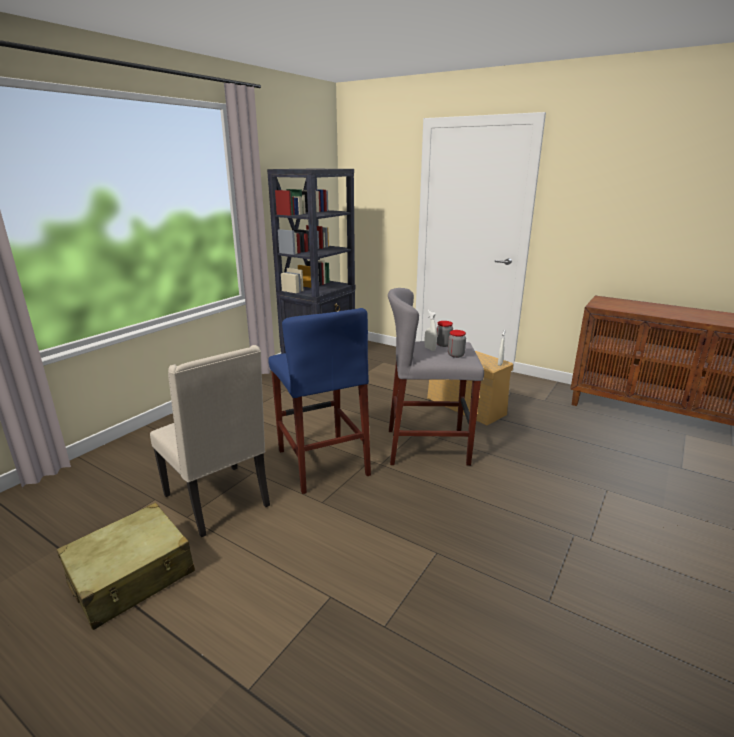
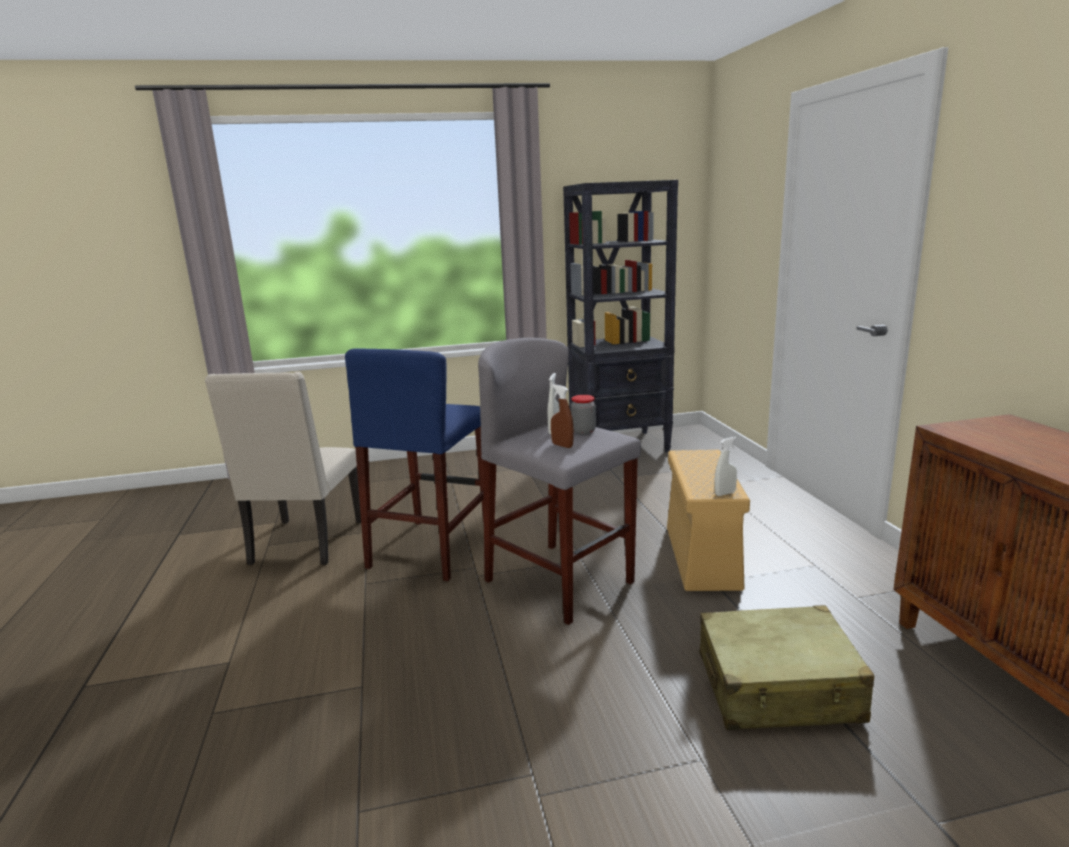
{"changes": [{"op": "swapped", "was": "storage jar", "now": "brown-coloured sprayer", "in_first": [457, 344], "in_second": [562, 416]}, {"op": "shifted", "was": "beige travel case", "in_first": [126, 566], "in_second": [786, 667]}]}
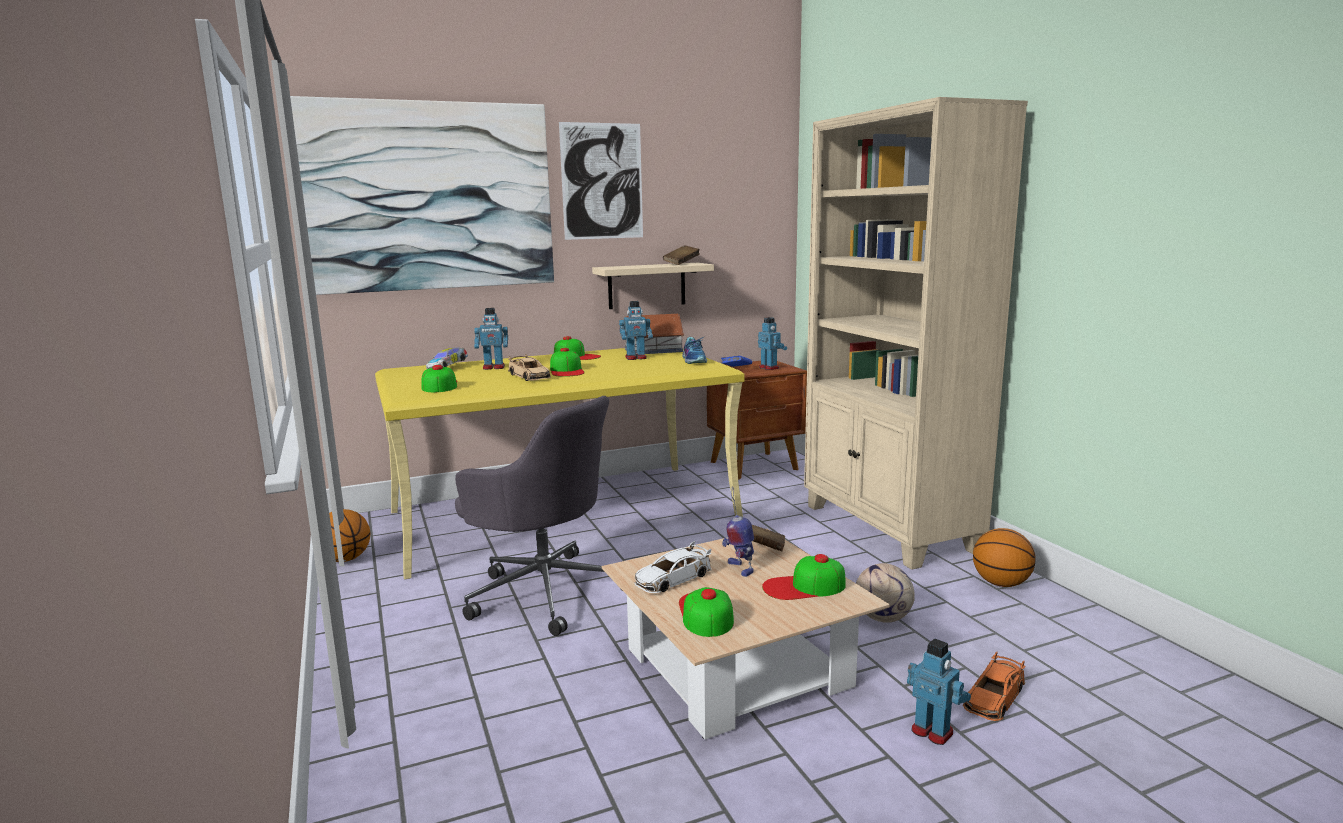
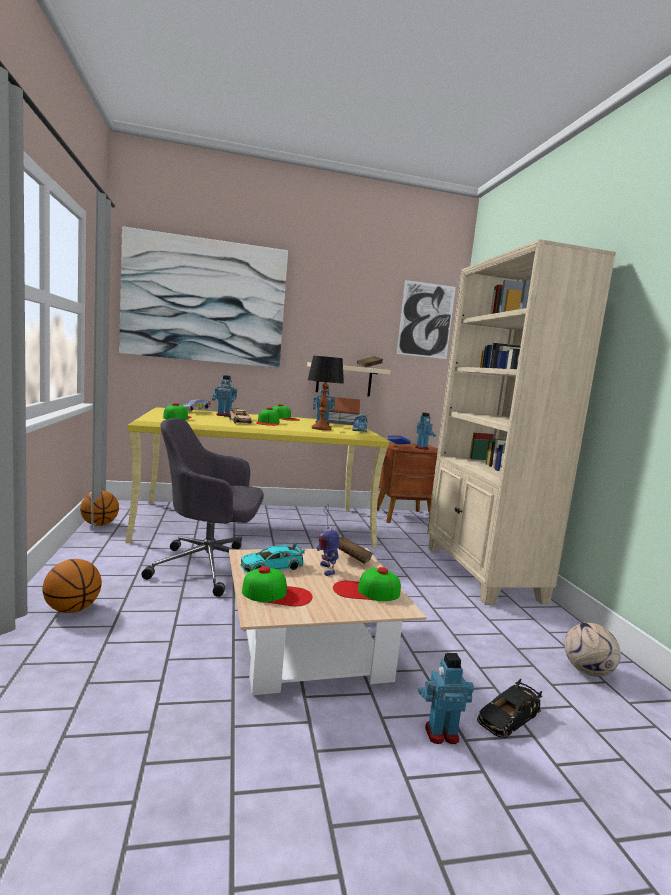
{"changes": [{"op": "shifted", "was": "wall art", "in_first": [601, 181], "in_second": [426, 319]}, {"op": "rotated", "was": "grey desk chair", "in_first": [538, 516], "in_second": [202, 507], "clockwise": 135}, {"op": "shifted", "was": "ball for basketball", "in_first": [1004, 557], "in_second": [72, 586]}, {"op": "repainted", "was": "white model car", "now": "blue-green model car", "in_first": [673, 567], "in_second": [272, 558]}, {"op": "shifted", "was": "ball for football", "in_first": [885, 593], "in_second": [592, 650]}, {"op": "rotated", "was": "peaked cap", "in_first": [706, 612], "in_second": [277, 586], "clockwise": 90}, {"op": "rotated", "was": "model robot", "in_first": [939, 691], "in_second": [446, 698], "clockwise": -60}, {"op": "repainted", "was": "orangey model car", "now": "blackish model car", "in_first": [994, 686], "in_second": [509, 708]}, {"op": "new", "now": "tabletop lamp", "in_second": [326, 393]}]}
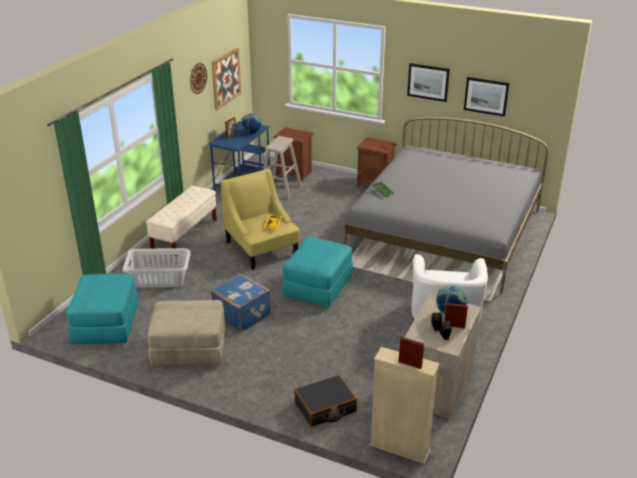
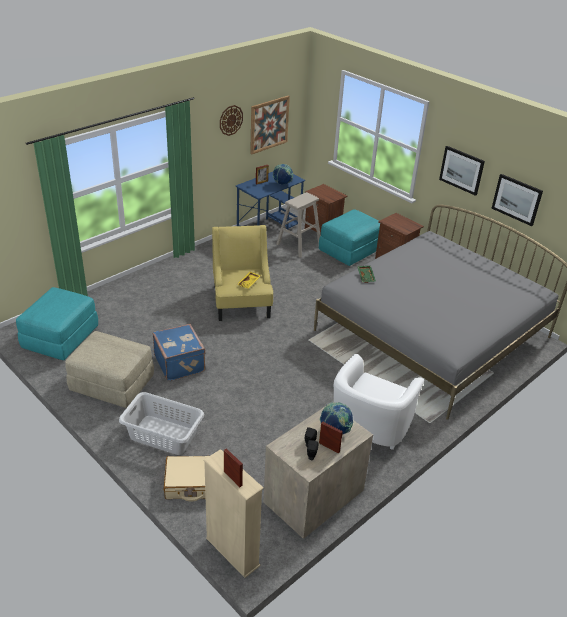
{"changes": [{"op": "gone", "was": "beige indoor bench", "in_first": [181, 221]}, {"op": "shifted", "was": "blue-green footrest", "in_first": [317, 272], "in_second": [349, 237]}, {"op": "shifted", "was": "grey washing basket", "in_first": [157, 268], "in_second": [161, 423]}, {"op": "repainted", "was": "blackish travel case", "now": "beige travel case", "in_first": [325, 401], "in_second": [186, 478]}]}
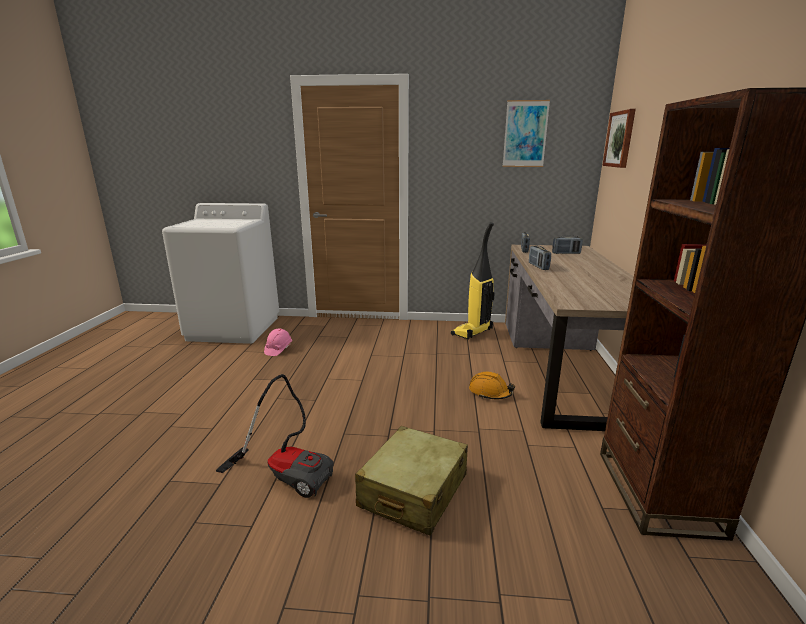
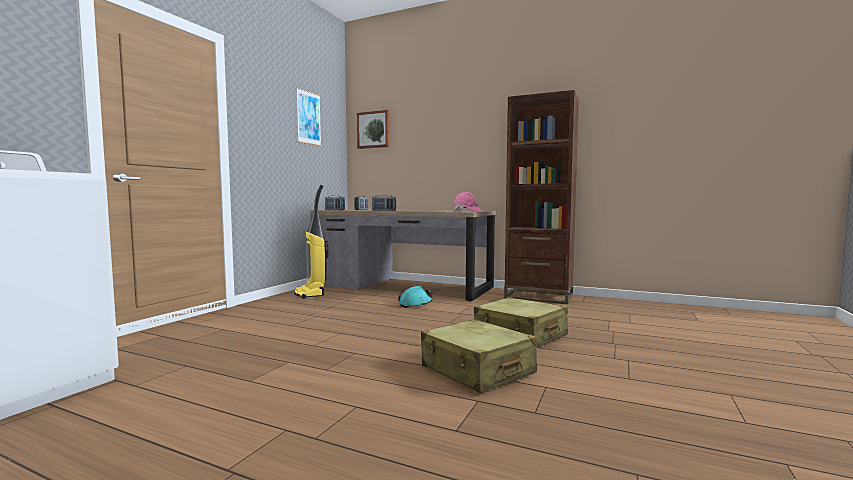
{"changes": [{"op": "shifted", "was": "pink-coloured safety helmet", "in_first": [278, 342], "in_second": [467, 201]}, {"op": "repainted", "was": "orangey safety helmet", "now": "blue-green safety helmet", "in_first": [492, 385], "in_second": [415, 297]}, {"op": "swapped", "was": "hoover", "now": "beige travel case", "in_first": [275, 436], "in_second": [479, 356]}]}
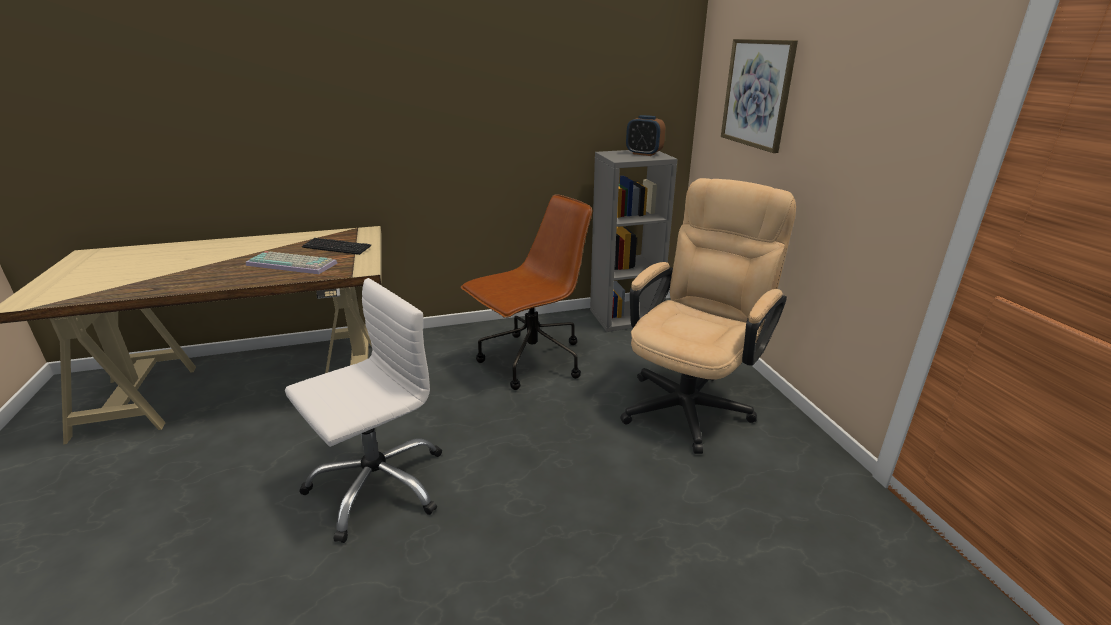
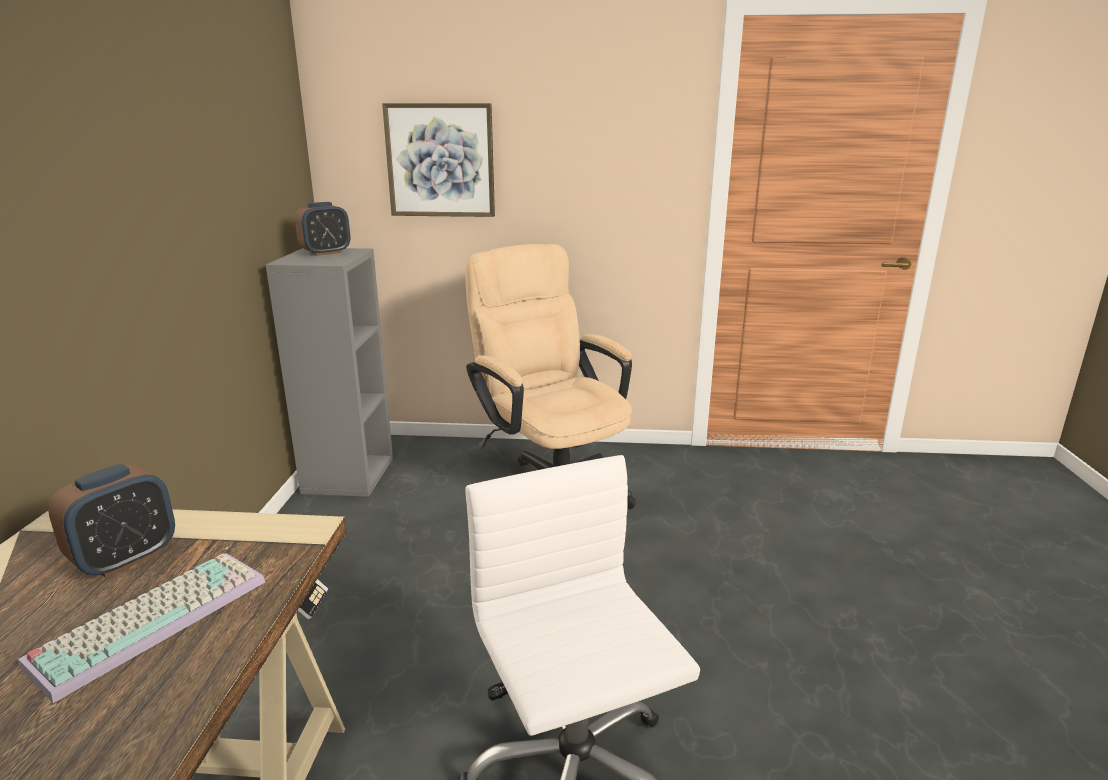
{"changes": [{"op": "gone", "was": "brown-coloured desk chair", "in_first": [526, 292]}, {"op": "swapped", "was": "keyboard", "now": "table clock", "in_first": [336, 246], "in_second": [111, 521]}]}
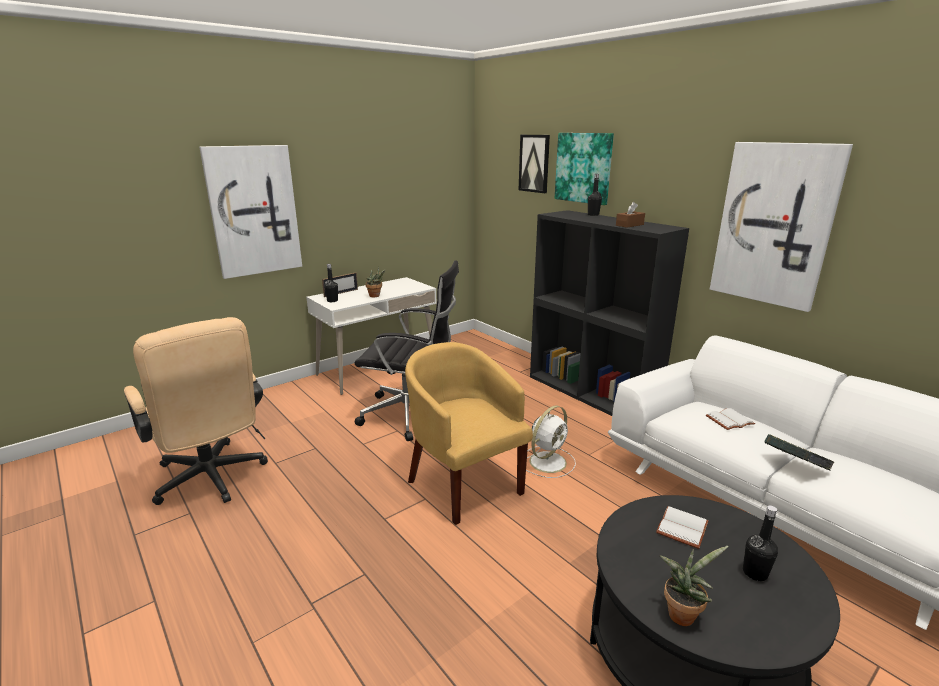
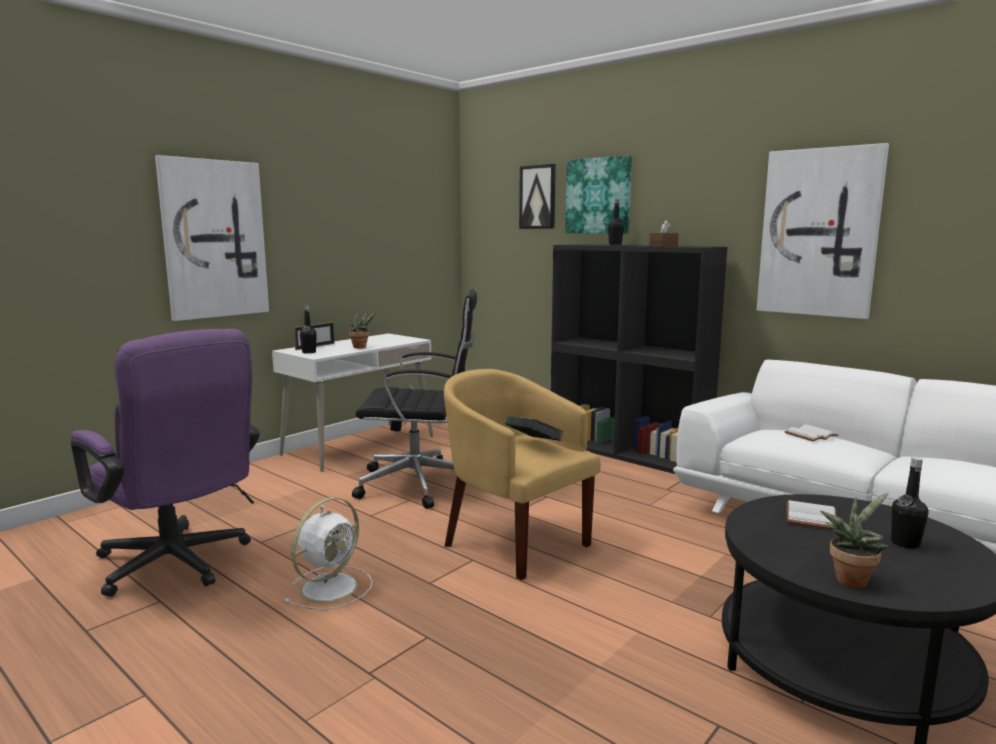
{"changes": [{"op": "repainted", "was": "beige desk chair", "now": "purplish desk chair", "in_first": [196, 411], "in_second": [165, 463]}, {"op": "shifted", "was": "white cooling fan", "in_first": [551, 442], "in_second": [328, 553]}, {"op": "shifted", "was": "volume", "in_first": [799, 452], "in_second": [534, 428]}]}
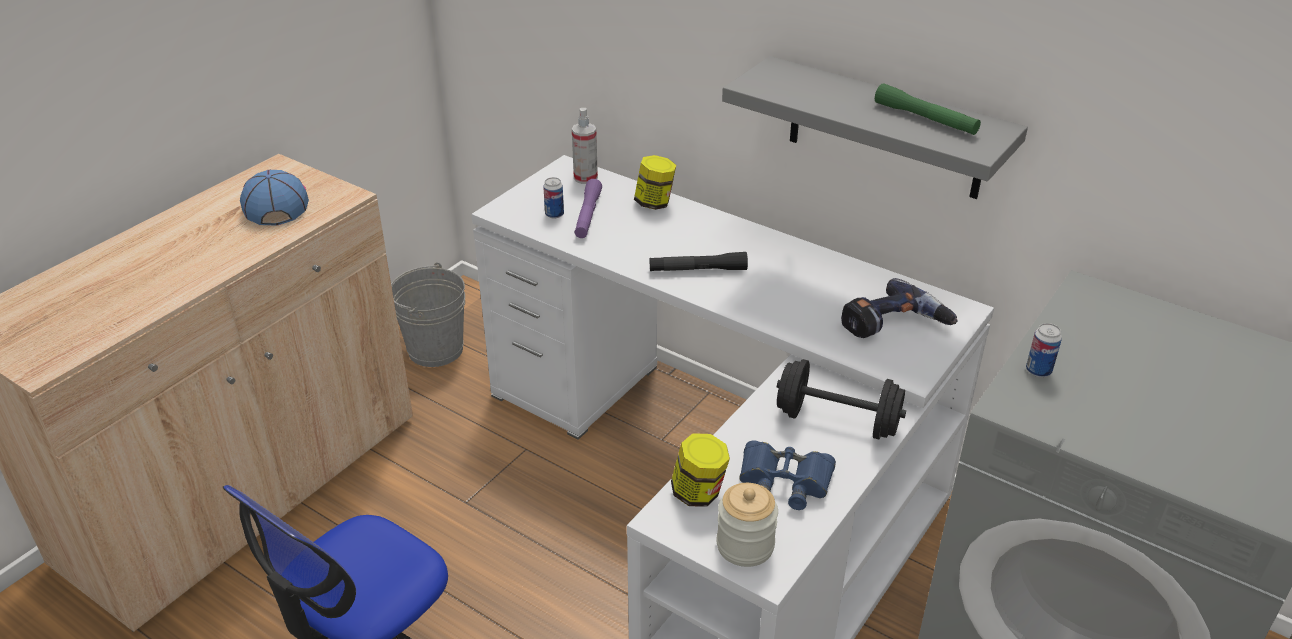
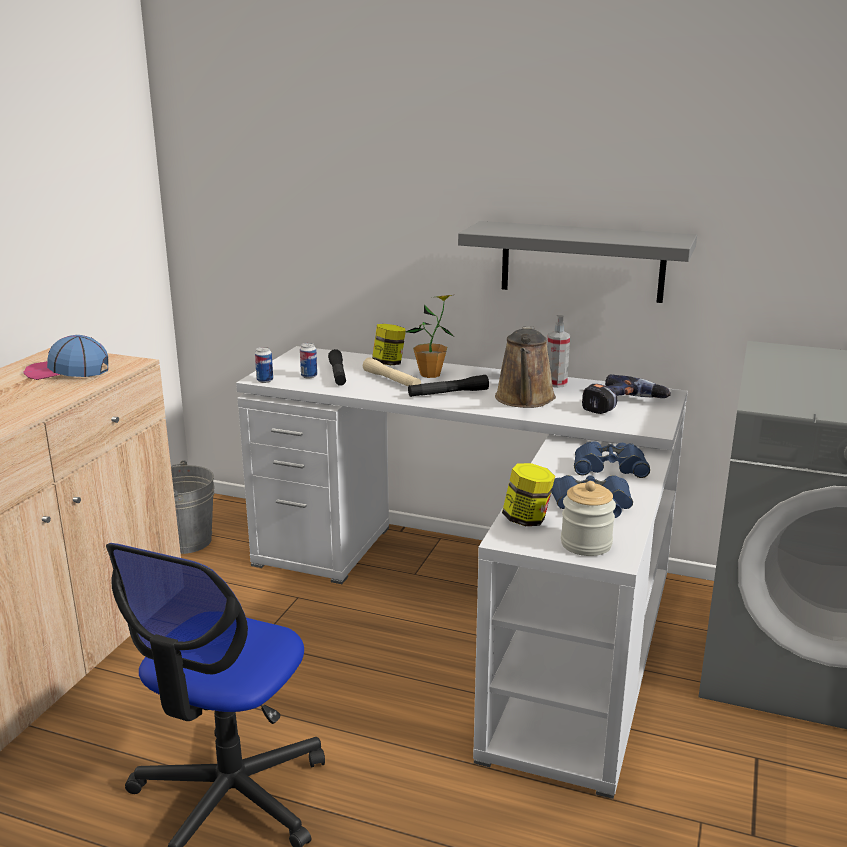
{"changes": [{"op": "gone", "was": "green-coloured hand torch", "in_first": [928, 109]}, {"op": "shifted", "was": "sprayer", "in_first": [585, 146], "in_second": [558, 351]}, {"op": "rotated", "was": "peaked cap", "in_first": [274, 198], "in_second": [65, 357], "clockwise": -60}, {"op": "repainted", "was": "purplish hand torch", "now": "blackish hand torch", "in_first": [588, 208], "in_second": [337, 367]}, {"op": "shifted", "was": "sealed can", "in_first": [1044, 350], "in_second": [264, 365]}, {"op": "swapped", "was": "blackish dumbbell", "now": "blue-coloured field glasses", "in_first": [841, 399], "in_second": [612, 459]}, {"op": "new", "now": "plant in a pot", "in_second": [430, 336]}, {"op": "new", "now": "brown-coloured watering pot", "in_second": [525, 367]}, {"op": "new", "now": "beige hand torch", "in_second": [392, 371]}]}
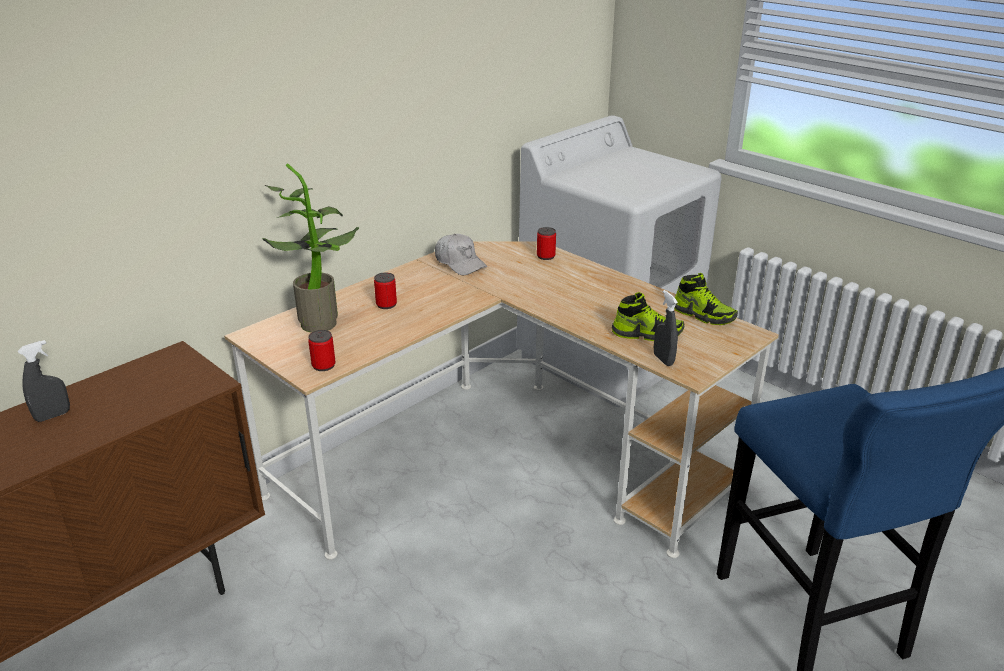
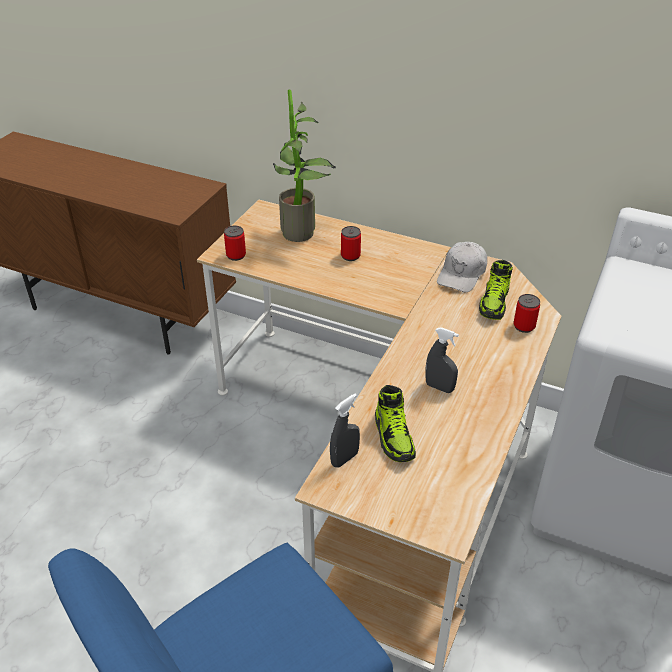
{"changes": [{"op": "shifted", "was": "shoe", "in_first": [706, 299], "in_second": [496, 290]}, {"op": "shifted", "was": "grey sprayer", "in_first": [44, 381], "in_second": [442, 360]}]}
